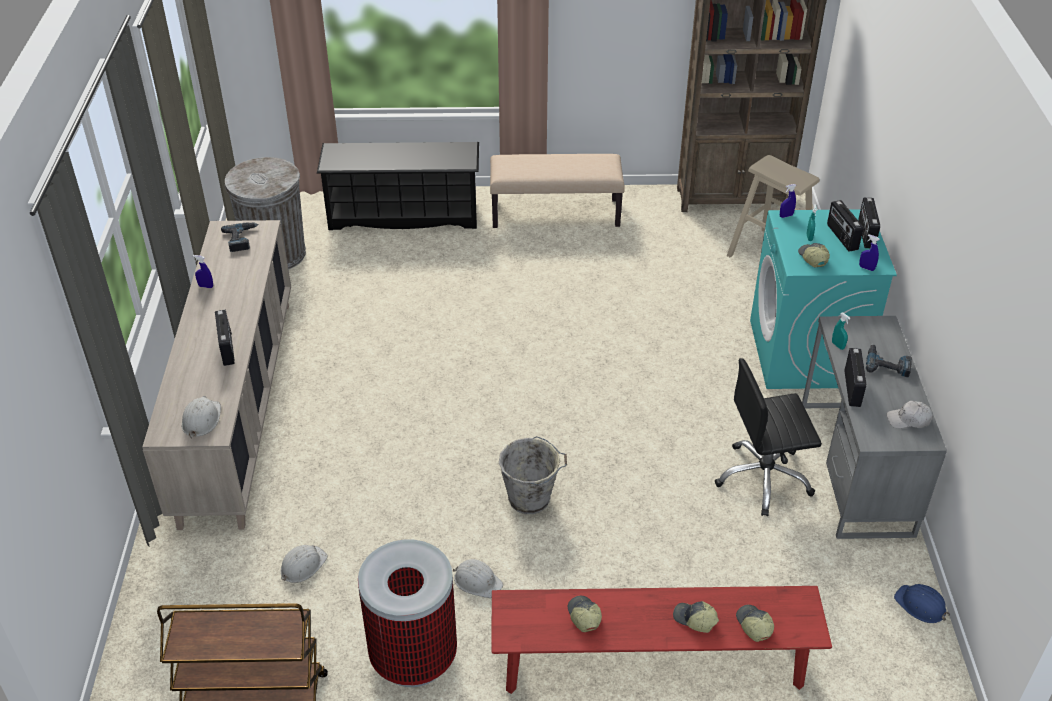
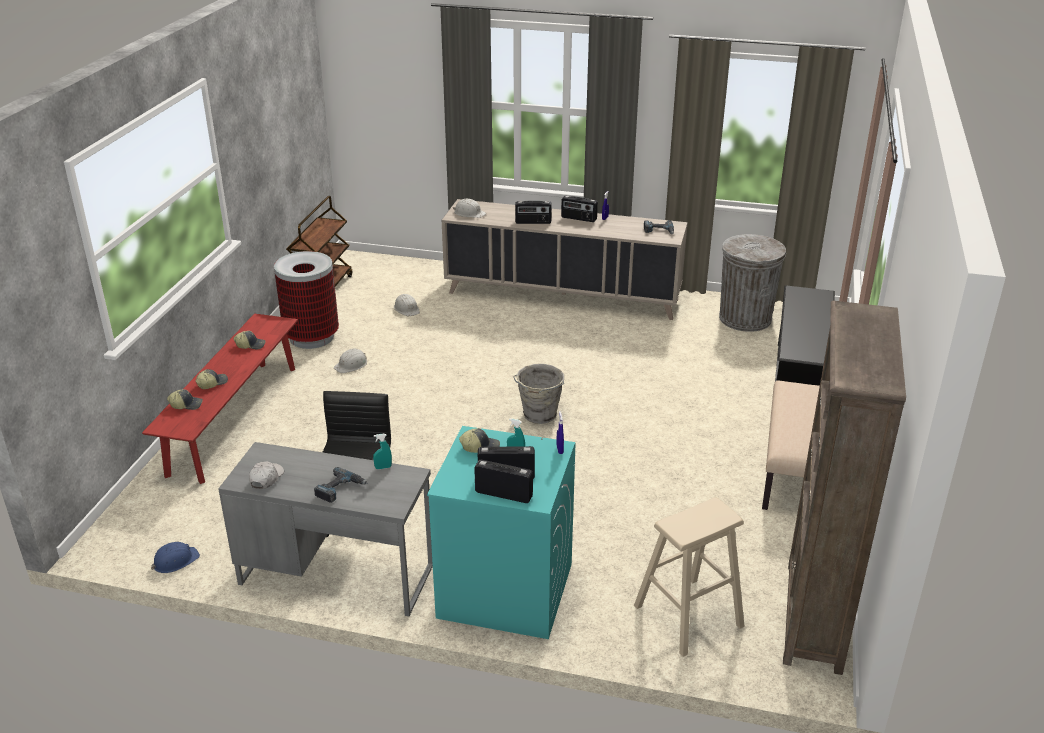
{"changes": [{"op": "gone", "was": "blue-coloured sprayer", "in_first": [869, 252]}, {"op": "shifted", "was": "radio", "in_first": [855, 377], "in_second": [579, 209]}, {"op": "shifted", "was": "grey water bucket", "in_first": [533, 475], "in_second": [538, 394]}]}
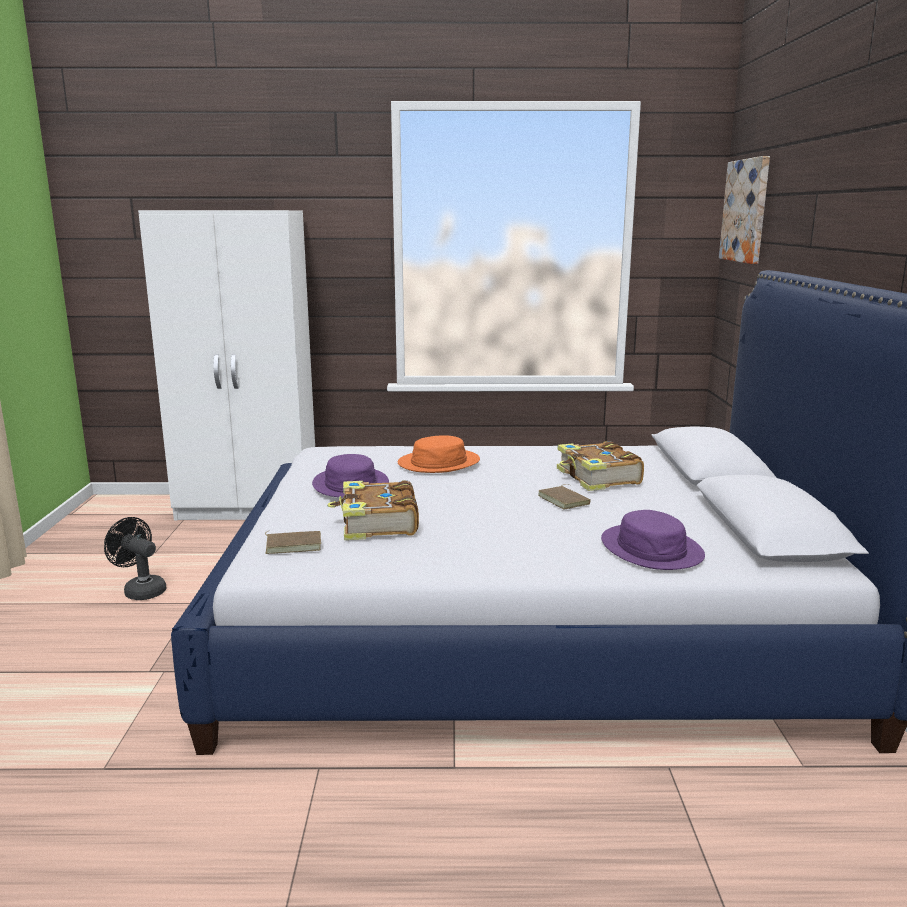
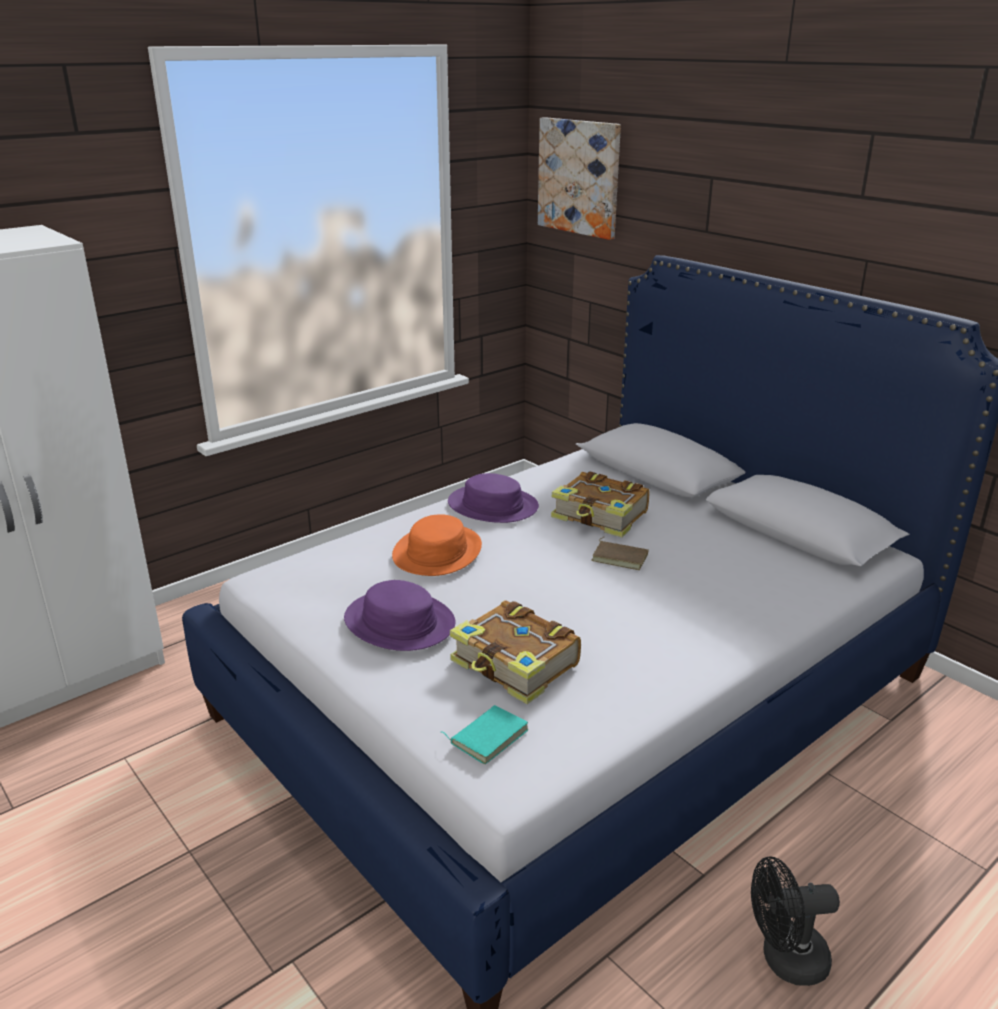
{"changes": [{"op": "shifted", "was": "purplish clothing hat", "in_first": [653, 540], "in_second": [493, 498]}, {"op": "shifted", "was": "blackish cooling fan", "in_first": [135, 558], "in_second": [795, 921]}, {"op": "repainted", "was": "brown-coloured volume", "now": "blue-green volume", "in_first": [293, 542], "in_second": [484, 734]}]}
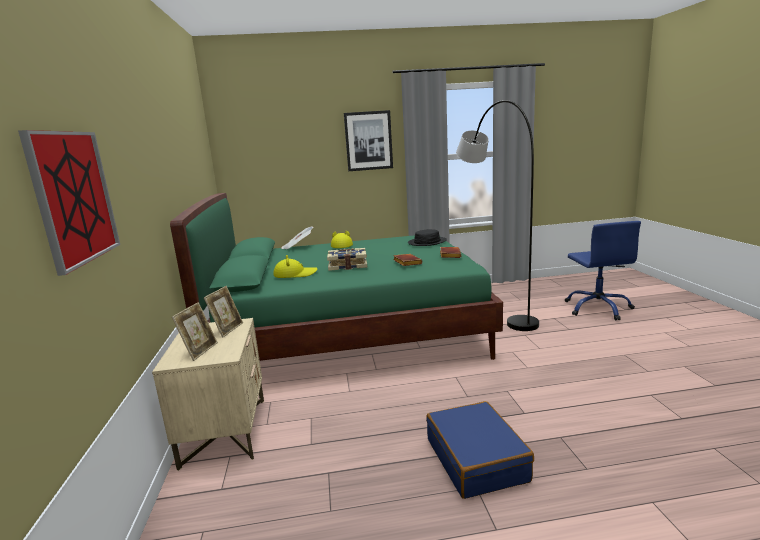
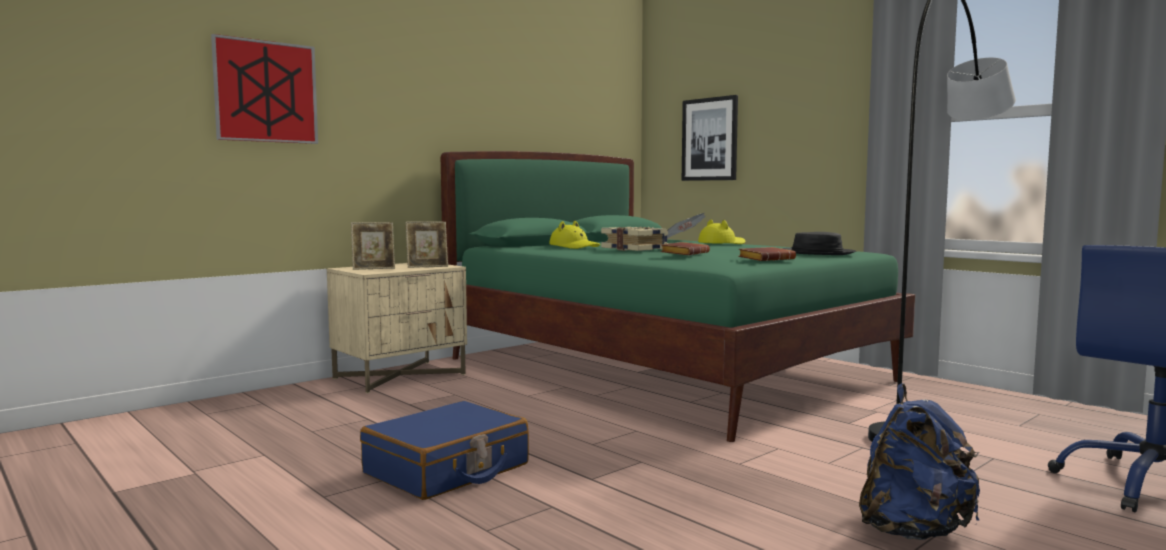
{"changes": [{"op": "shifted", "was": "wall art", "in_first": [368, 140], "in_second": [710, 138]}, {"op": "new", "now": "blue-coloured backpack", "in_second": [919, 461]}]}
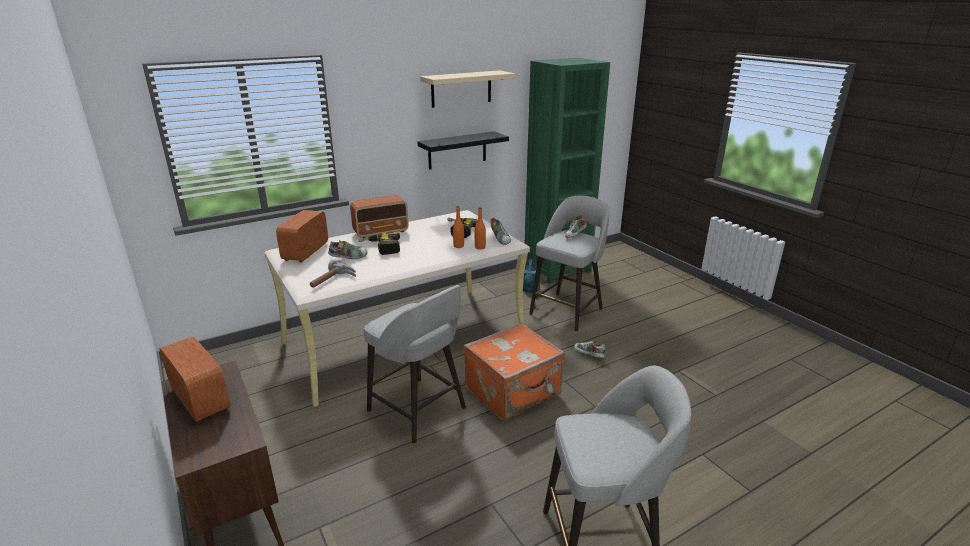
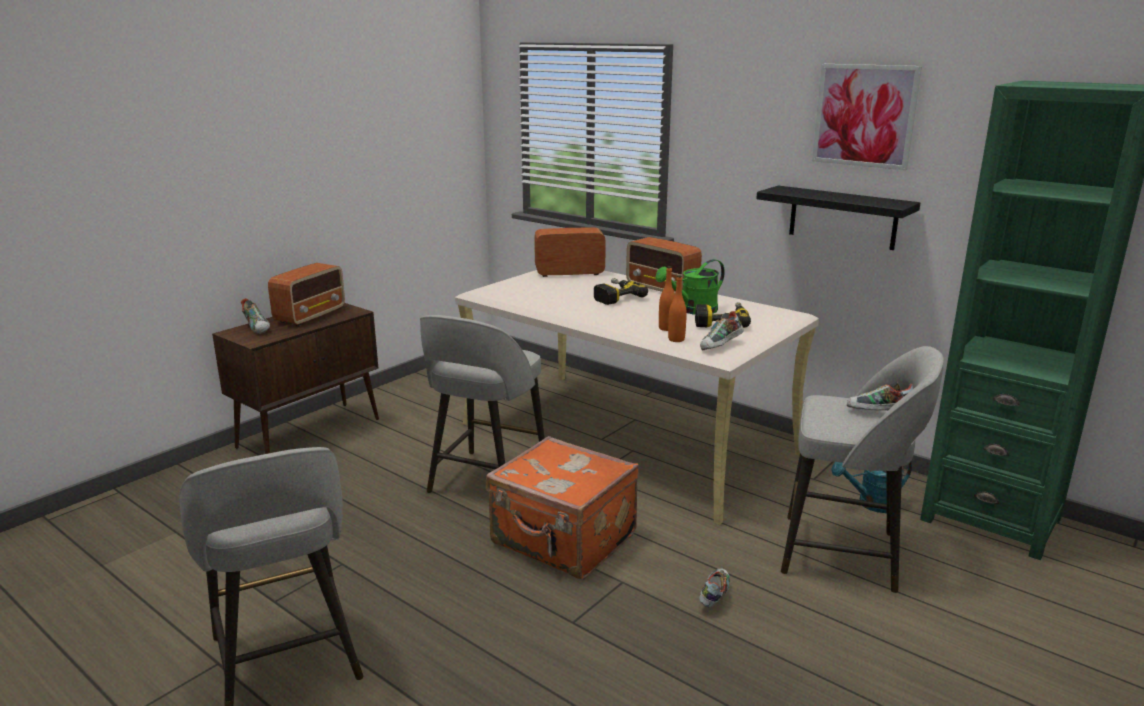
{"changes": [{"op": "swapped", "was": "beige bracket shelf", "now": "wall art", "in_first": [467, 89], "in_second": [867, 117]}, {"op": "shifted", "was": "shoe", "in_first": [348, 249], "in_second": [255, 316]}, {"op": "gone", "was": "tool hammer", "in_first": [333, 274]}, {"op": "new", "now": "green-coloured watering pot", "in_second": [690, 287]}]}
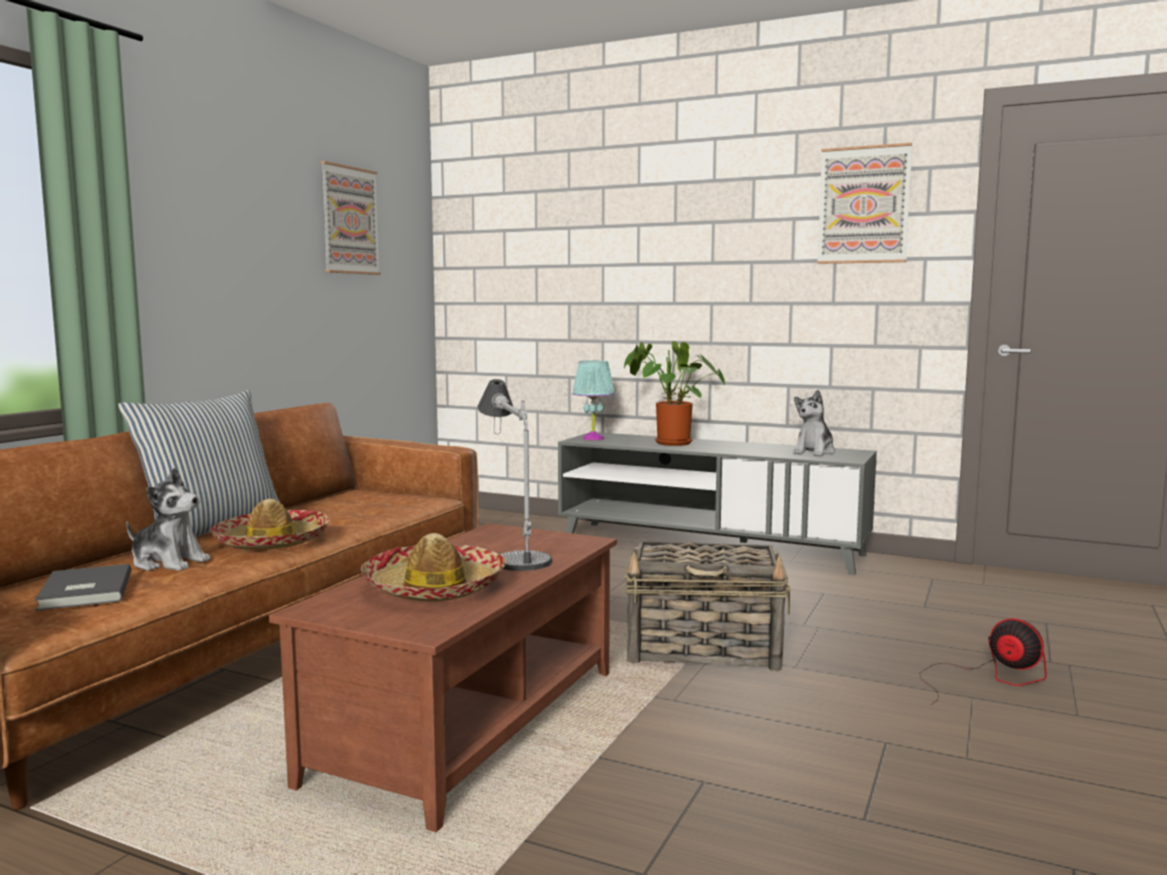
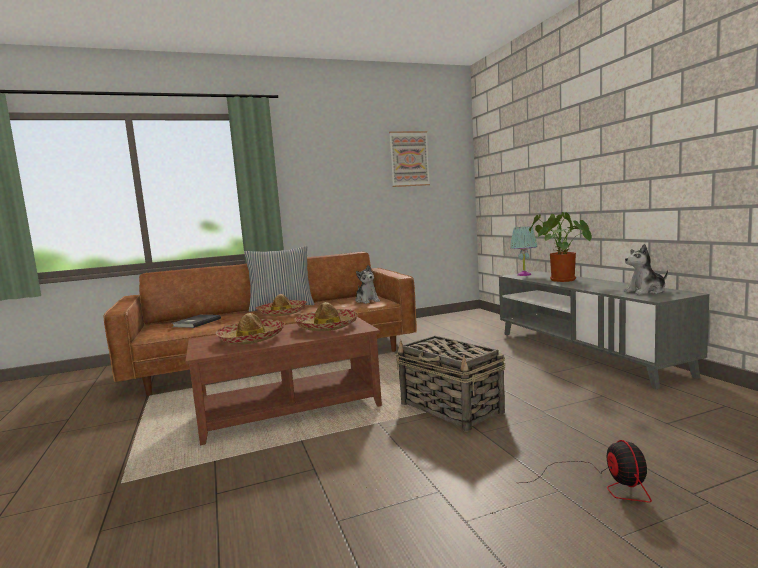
{"changes": [{"op": "gone", "was": "wall art", "in_first": [864, 203]}, {"op": "swapped", "was": "tabletop lamp", "now": "clothing hat", "in_first": [514, 475], "in_second": [326, 316]}, {"op": "shifted", "was": "soft toy", "in_first": [168, 519], "in_second": [368, 284]}]}
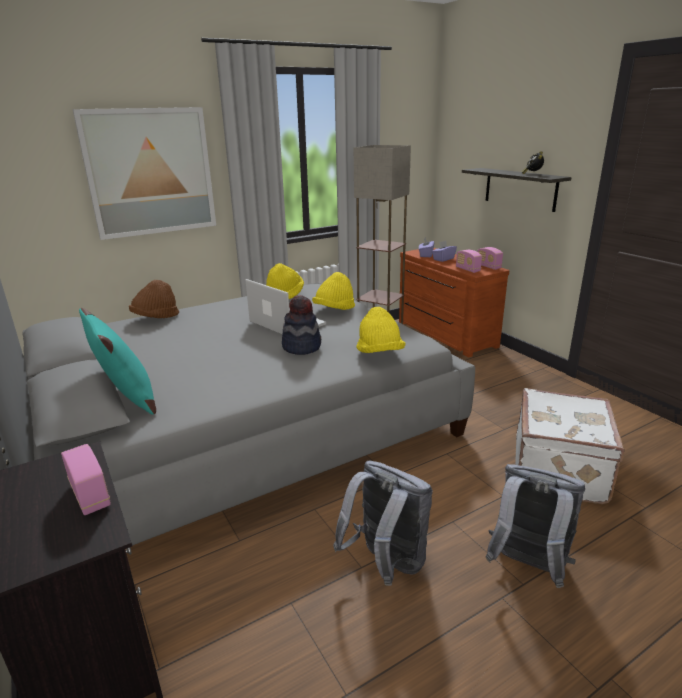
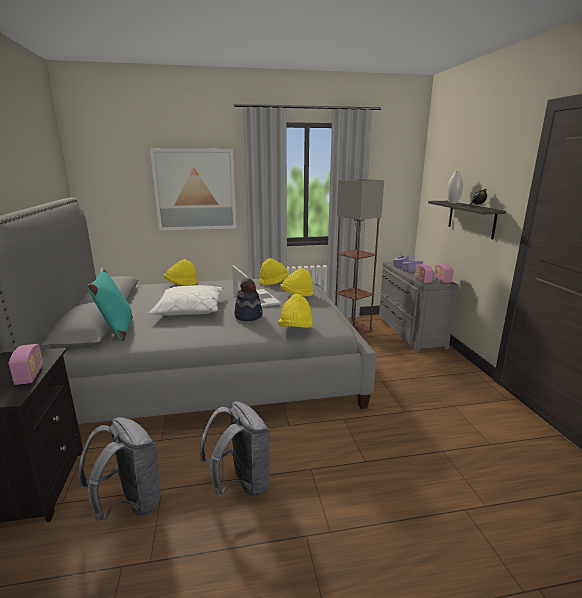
{"changes": [{"op": "repainted", "was": "brown-coloured drawer chest", "now": "grey drawer chest", "in_first": [454, 302], "in_second": [419, 307]}, {"op": "repainted", "was": "brown-coloured clothing hat", "now": "yellow-coloured clothing hat", "in_first": [154, 299], "in_second": [181, 272]}, {"op": "gone", "was": "white travel case", "in_first": [570, 446]}, {"op": "shifted", "was": "grey backpack", "in_first": [535, 526], "in_second": [119, 469]}, {"op": "new", "now": "white flower vase", "in_second": [455, 187]}, {"op": "new", "now": "white pillow", "in_second": [186, 300]}]}
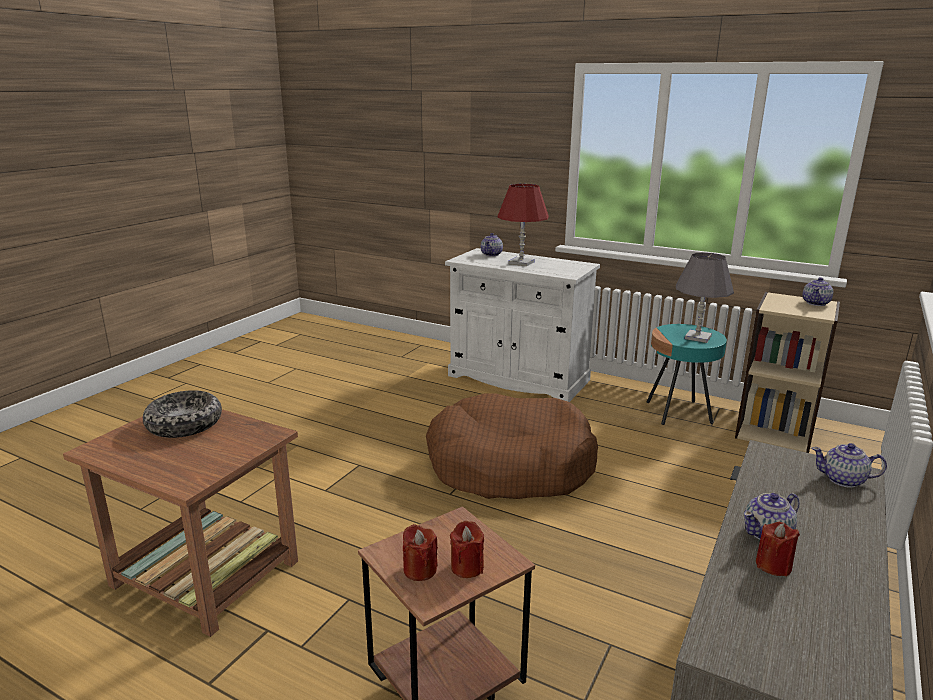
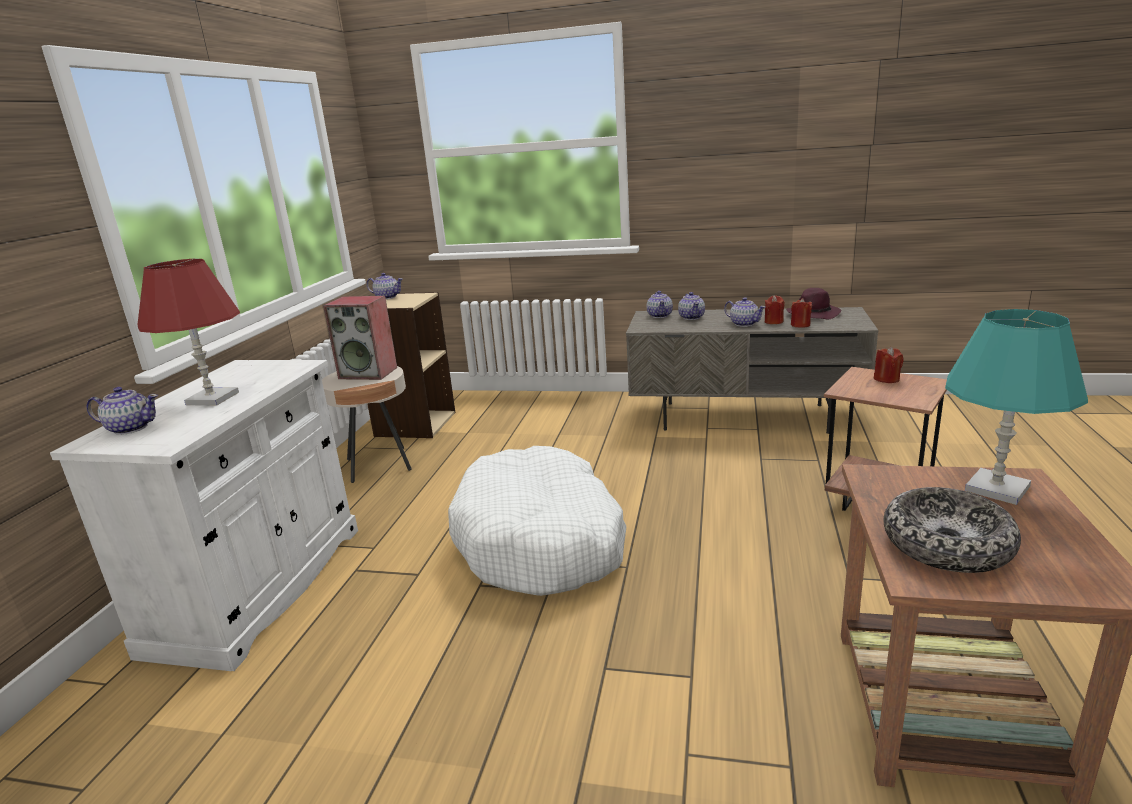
{"changes": [{"op": "swapped", "was": "grey tabletop lamp", "now": "loudspeaker", "in_first": [705, 297], "in_second": [360, 338]}, {"op": "repainted", "was": "blue-green side table", "now": "beige side table", "in_first": [686, 374], "in_second": [367, 424]}, {"op": "repainted", "was": "brown-coloured pet bed", "now": "white pet bed", "in_first": [512, 446], "in_second": [537, 521]}, {"op": "shifted", "was": "reddish candle", "in_first": [420, 552], "in_second": [801, 313]}, {"op": "new", "now": "purplish clothing hat", "in_second": [814, 304]}, {"op": "new", "now": "tea pot", "in_second": [691, 306]}, {"op": "new", "now": "blue-green tabletop lamp", "in_second": [1016, 407]}]}
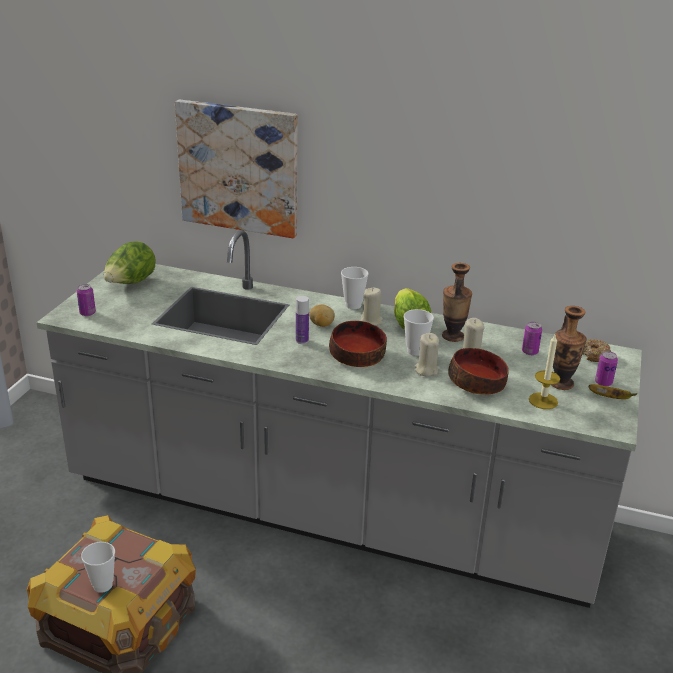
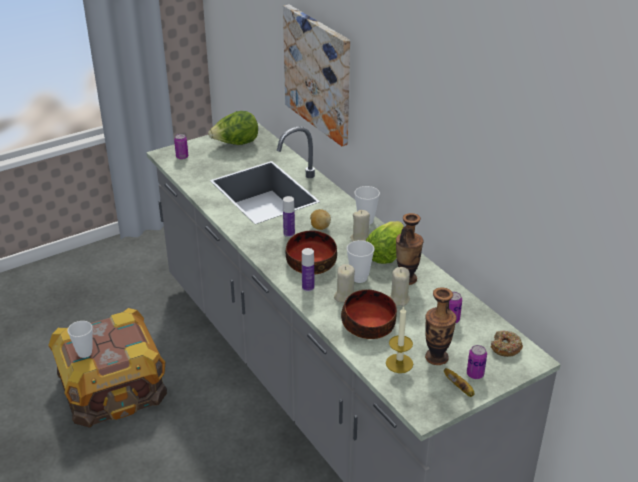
{"changes": [{"op": "new", "now": "bottle", "in_second": [308, 270]}]}
